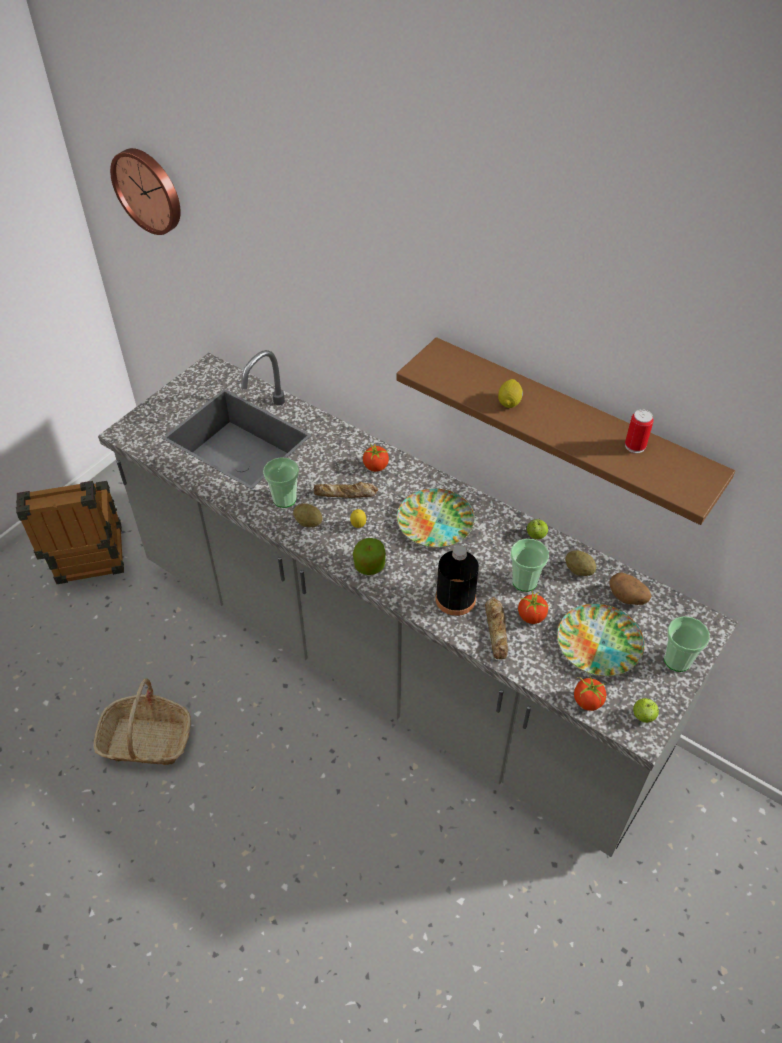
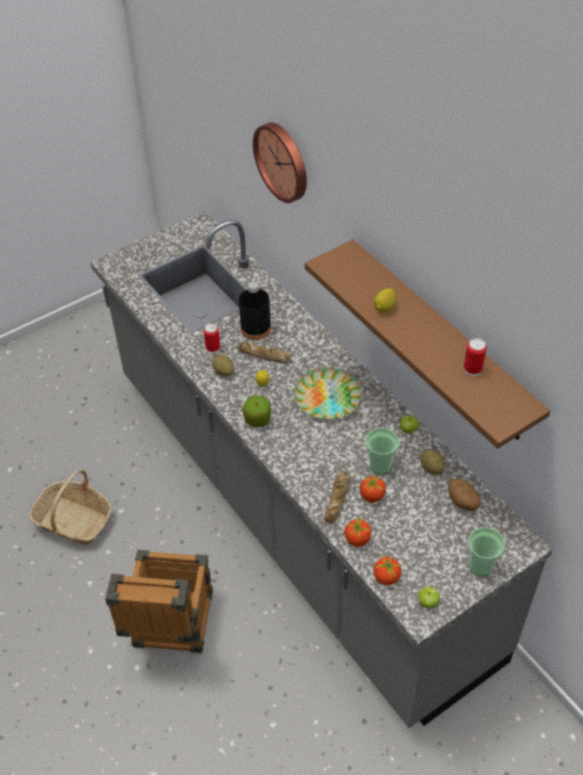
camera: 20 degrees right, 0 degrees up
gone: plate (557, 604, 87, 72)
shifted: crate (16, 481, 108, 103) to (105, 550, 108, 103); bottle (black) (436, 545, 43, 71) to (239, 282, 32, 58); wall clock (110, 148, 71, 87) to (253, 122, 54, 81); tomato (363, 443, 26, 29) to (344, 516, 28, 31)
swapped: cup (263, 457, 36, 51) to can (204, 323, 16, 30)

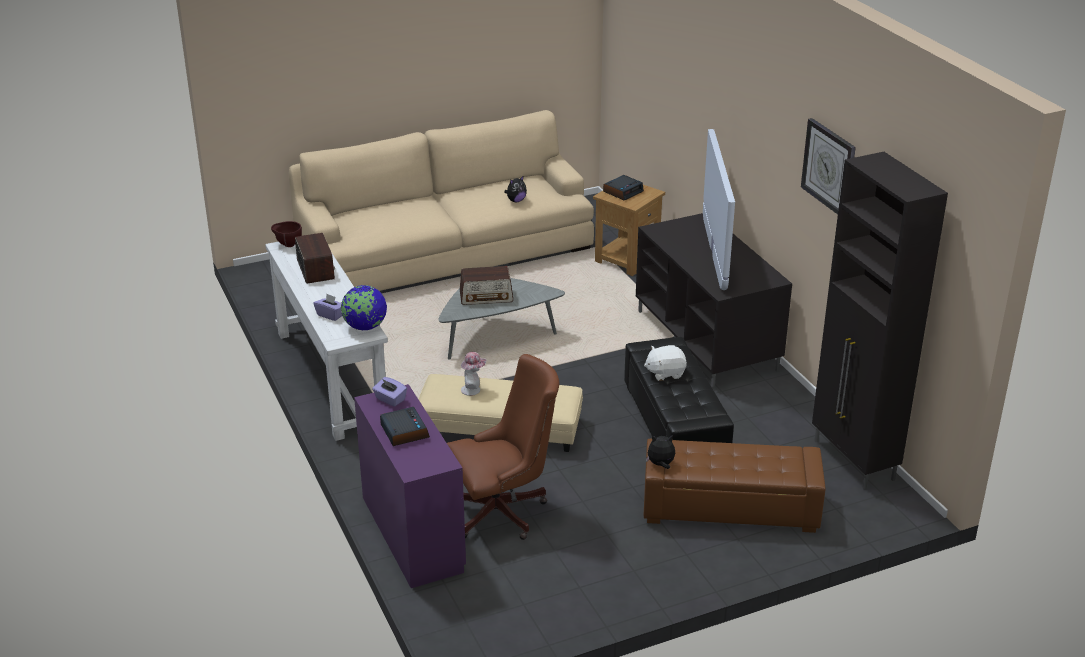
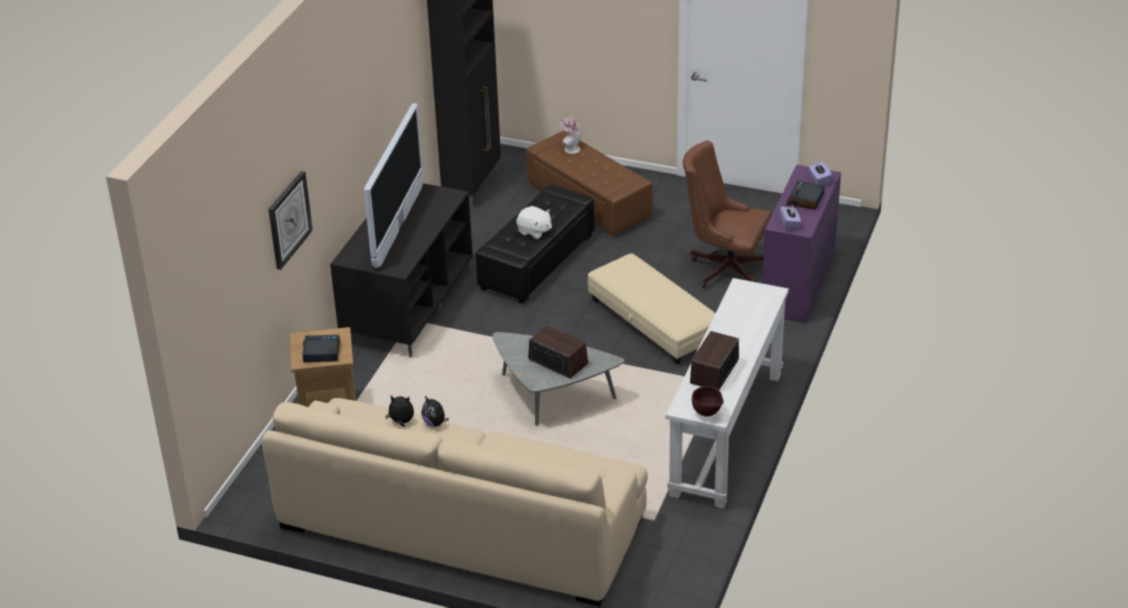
camera: 135 degrees left, 5 degrees up
gone: globe (341, 285, 46, 45)
shifted: wall clock (801, 118, 55, 96) to (268, 171, 45, 99); plush toy (646, 435, 29, 34) to (421, 396, 28, 31); hat (461, 352, 25, 44) to (559, 117, 22, 37); tissue box (purple) (314, 294, 28, 27) to (809, 162, 23, 23)
rotated: television (703, 129, 32, 161) = (364, 103, 59, 165) 150 degrees clockwise

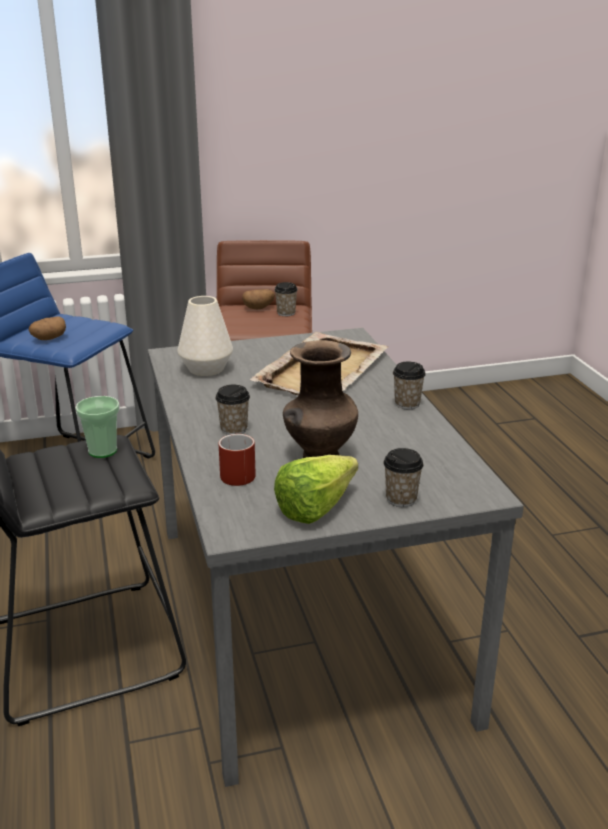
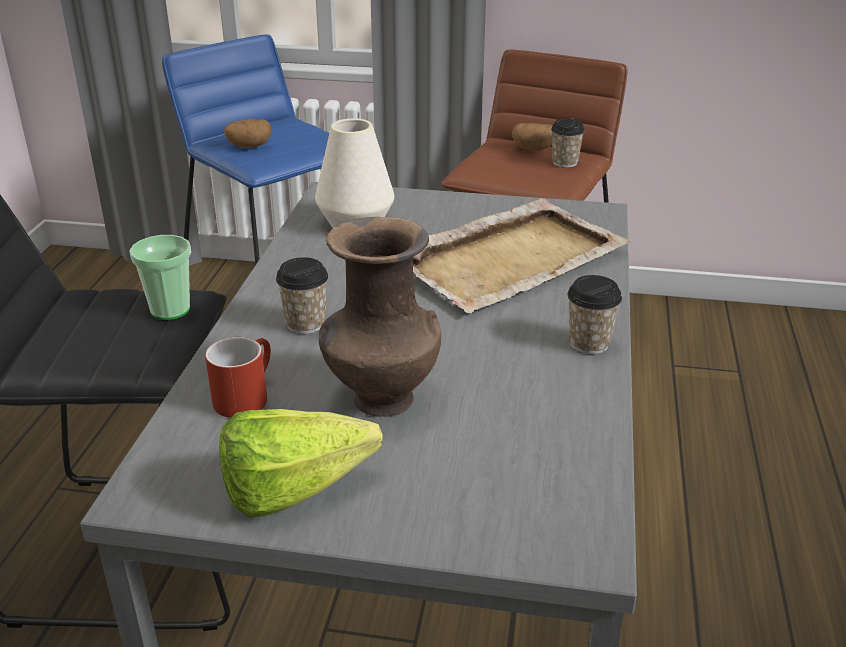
camera: 25 degrees right, 5 degrees up
gone: cup (384, 448, 40, 59)

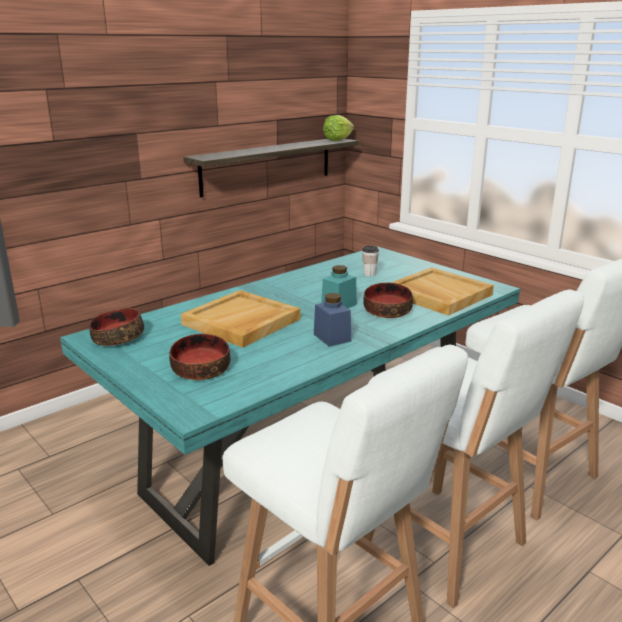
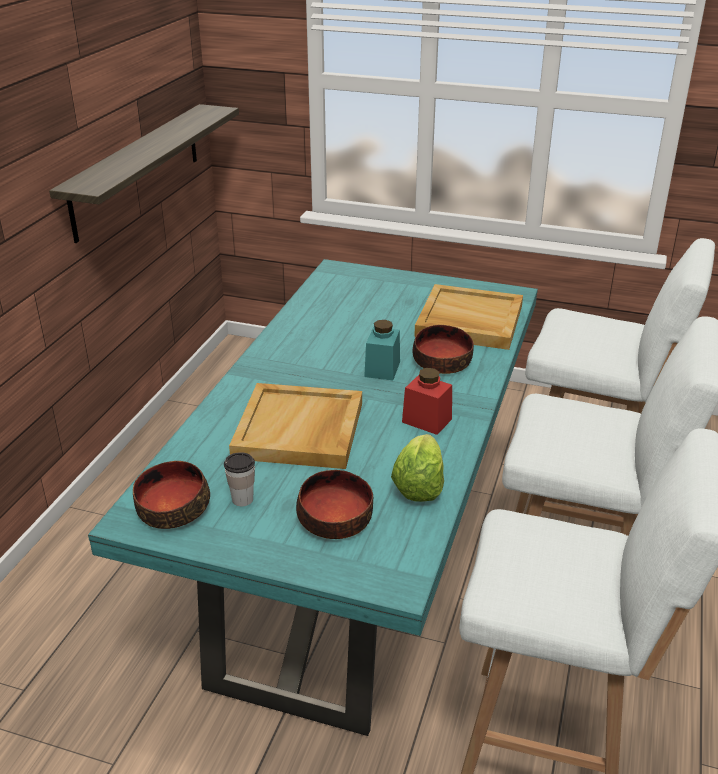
camera: 30 degrees left, 10 degrees up
shifted: cup (362, 246, 17, 30) to (224, 452, 31, 54); lettuce (323, 115, 31, 26) to (391, 434, 53, 68)
repainted: jar (blue) (314, 293, 37, 54) to jar (red) (402, 368, 50, 67)

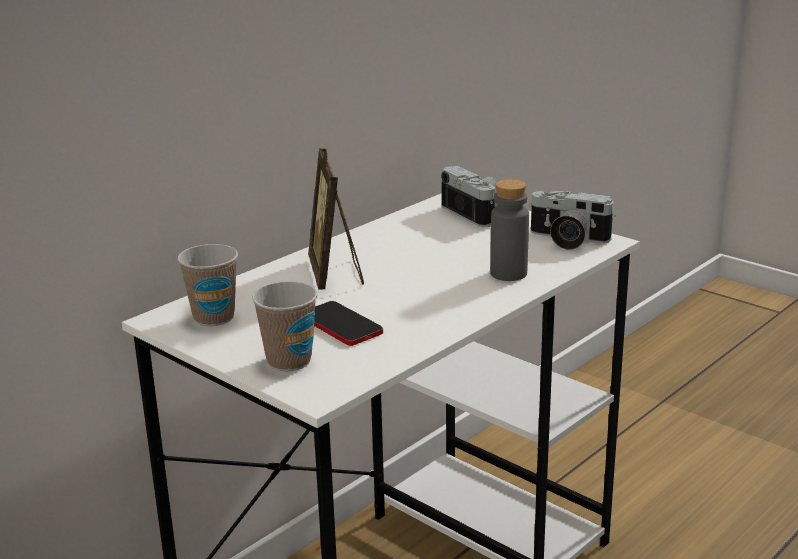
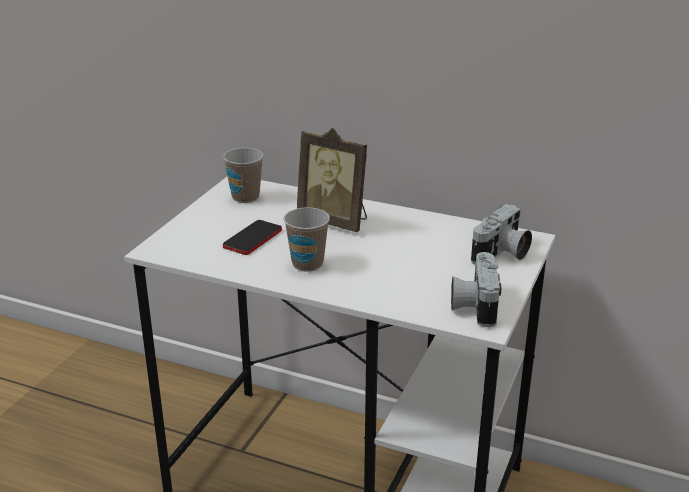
camera: 70 degrees right, 5 degrees up
gone: bottle (grey) (490, 179, 39, 102)
shifted: cup (252, 281, 65, 90) to (284, 207, 46, 65)
rotated: picture frame (308, 148, 56, 142) = (297, 128, 70, 104) 120 degrees counterclockwise

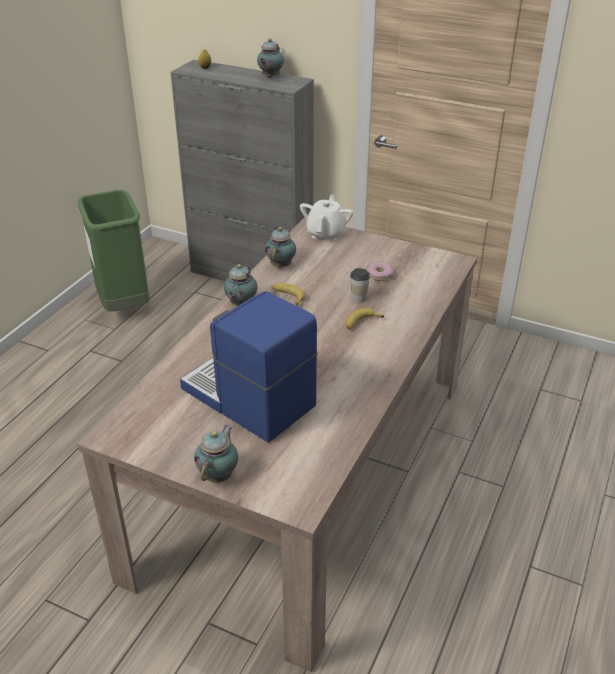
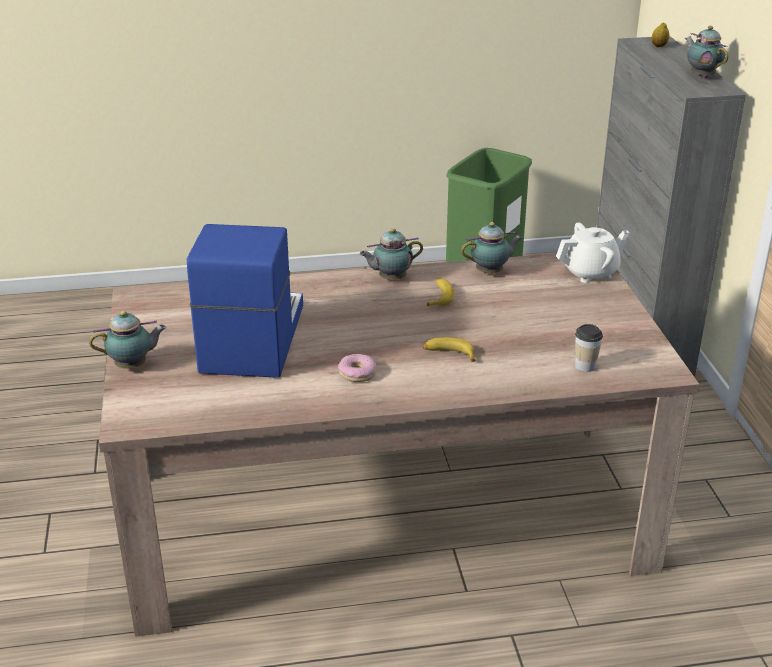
camera: 55 degrees right, 5 degrees down
shifted: donut (367, 262, 27, 19) to (338, 354, 38, 28); cup (350, 268, 20, 35) to (575, 324, 28, 48)
rotated: teapot (257, 38, 27, 40) = (685, 26, 43, 52) 75 degrees clockwise

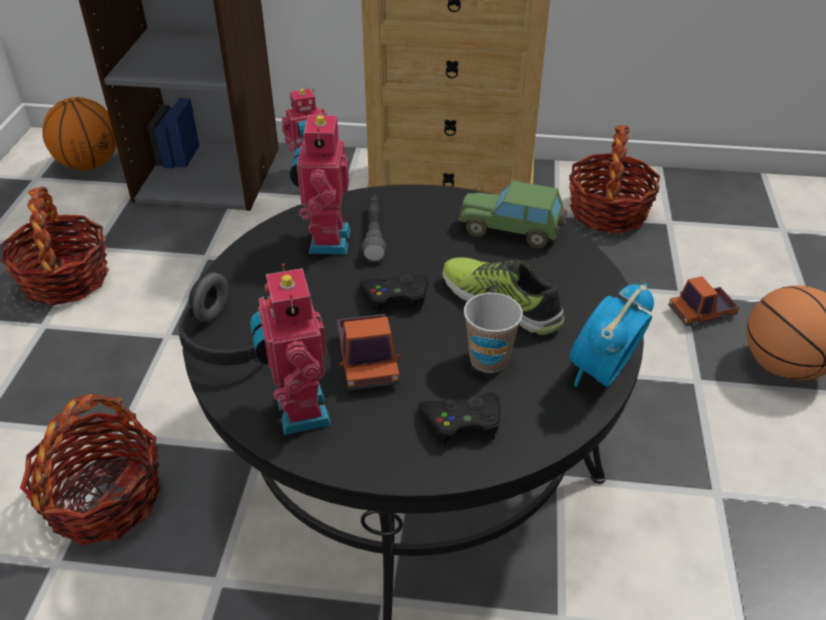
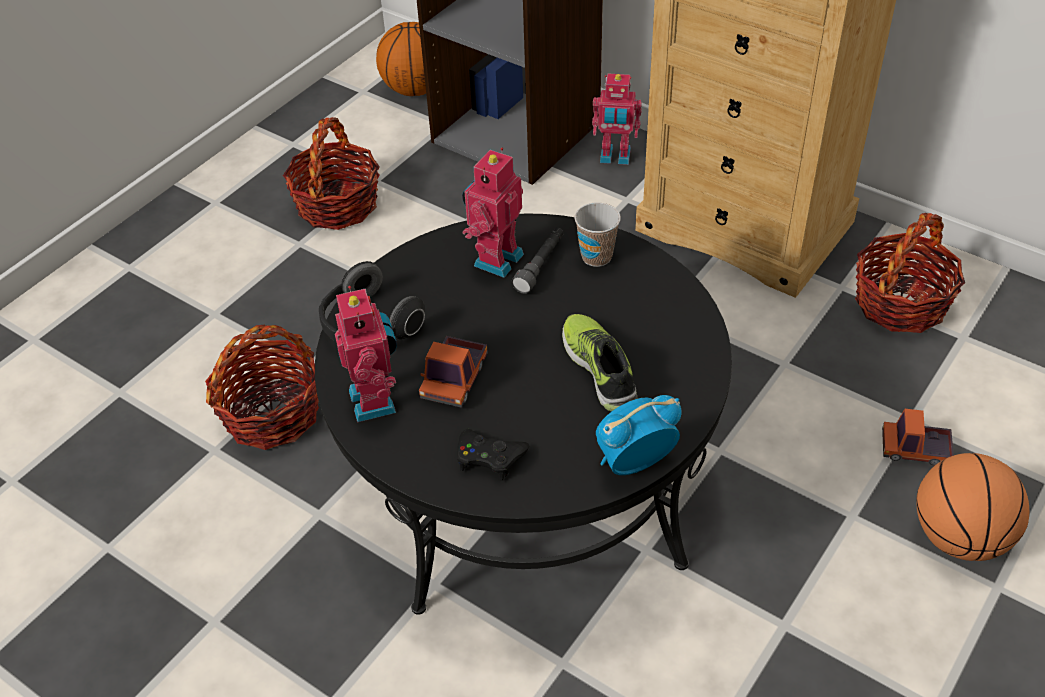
camera: 30 degrees right, 5 degrees up
gone: game controller (black) (359, 274, 70, 40); toy car (458, 181, 109, 67)
shifted: cup (464, 293, 59, 80) to (574, 202, 47, 65)
rotated: toy robot (250, 263, 81, 172) = (335, 286, 62, 136) 150 degrees clockwise

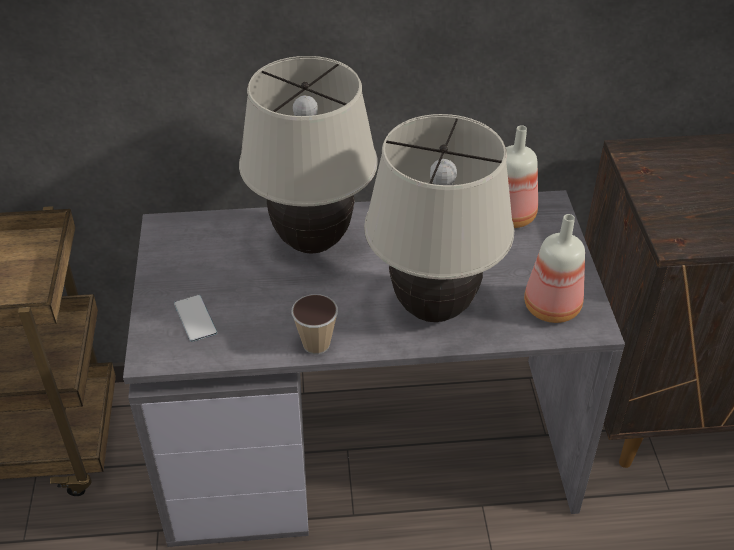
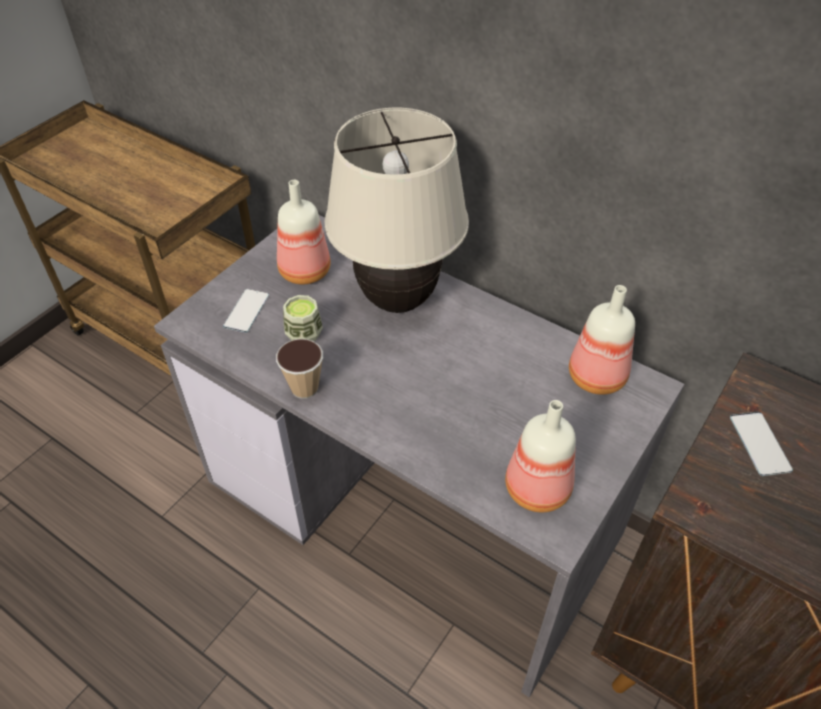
camera: 40 degrees right, 5 degrees up
gone: table lamp (beige) (364, 114, 150, 208)
new: bottle (277, 180, 54, 104); cup (283, 295, 40, 47); phone (730, 412, 63, 64)

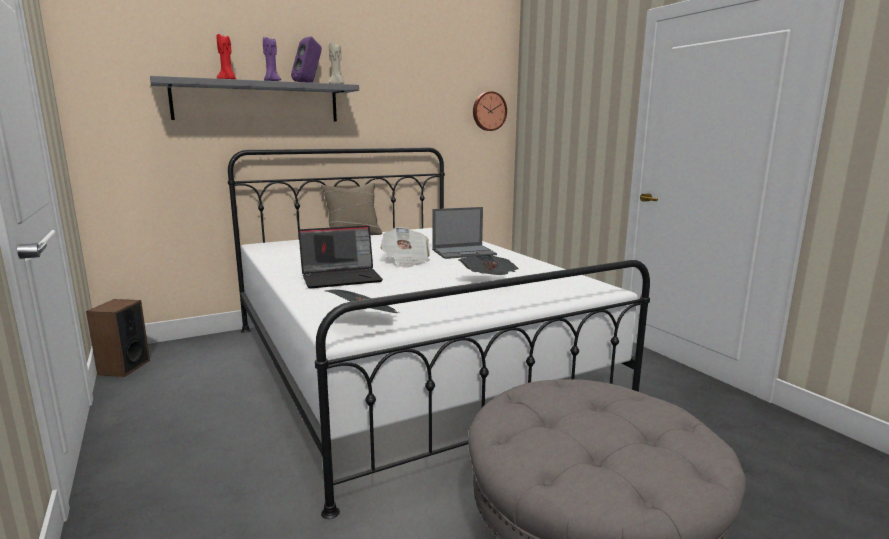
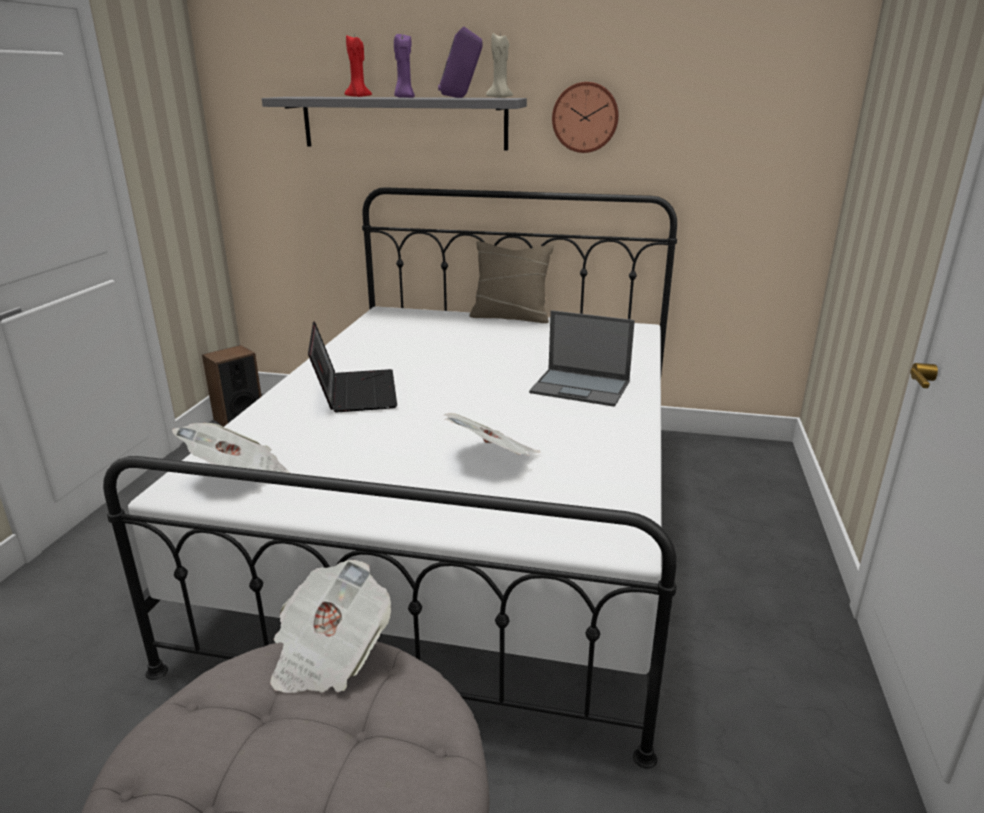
camera: 40 degrees right, 10 degrees up
shifted: newspaper (380, 227, 50, 41) to (270, 560, 121, 133); wall clock (473, 91, 34, 40) to (552, 82, 67, 71)
rotated: laptop (298, 226, 85, 63) = (308, 321, 89, 91) 120 degrees counterclockwise

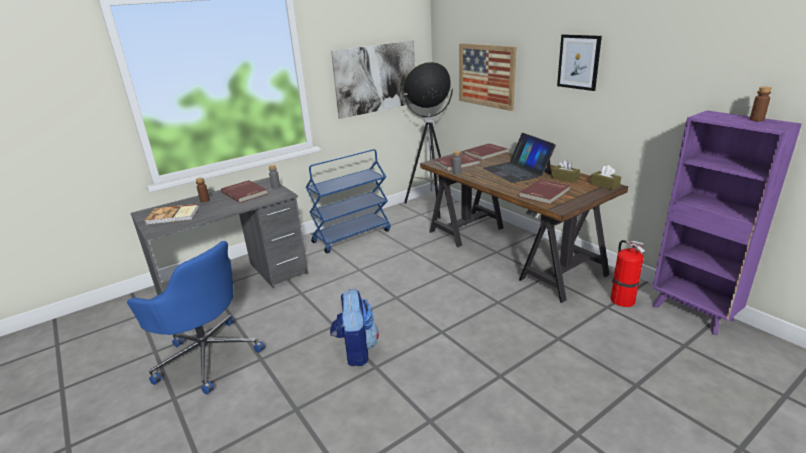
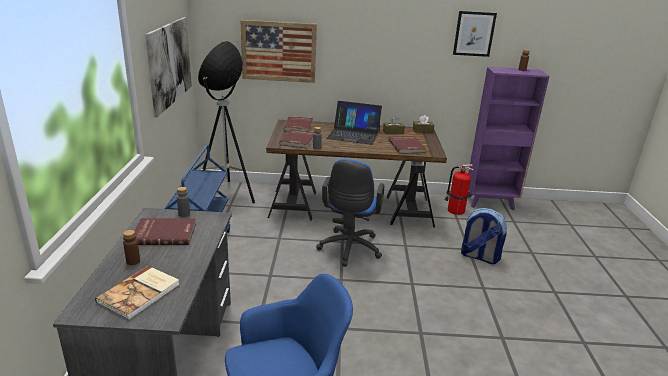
camera: 55 degrees left, 0 degrees up
new: office chair (blue) (316, 159, 68, 108)
shifted: picture (557, 34, 45, 57) to (453, 11, 44, 46); backpack (330, 289, 49, 77) to (461, 208, 46, 56)

